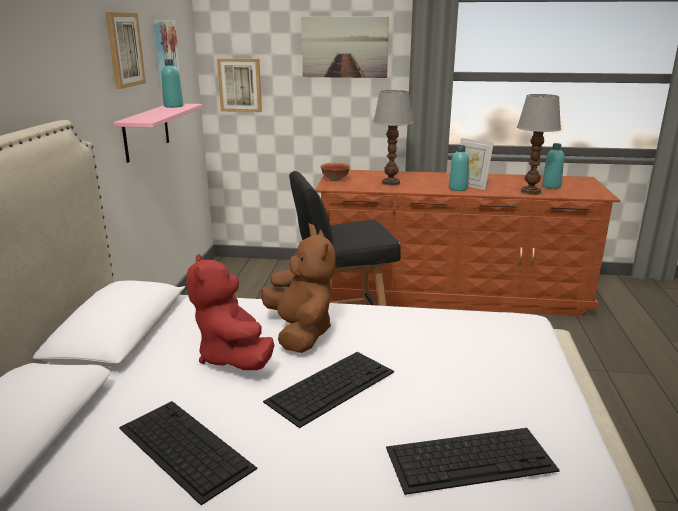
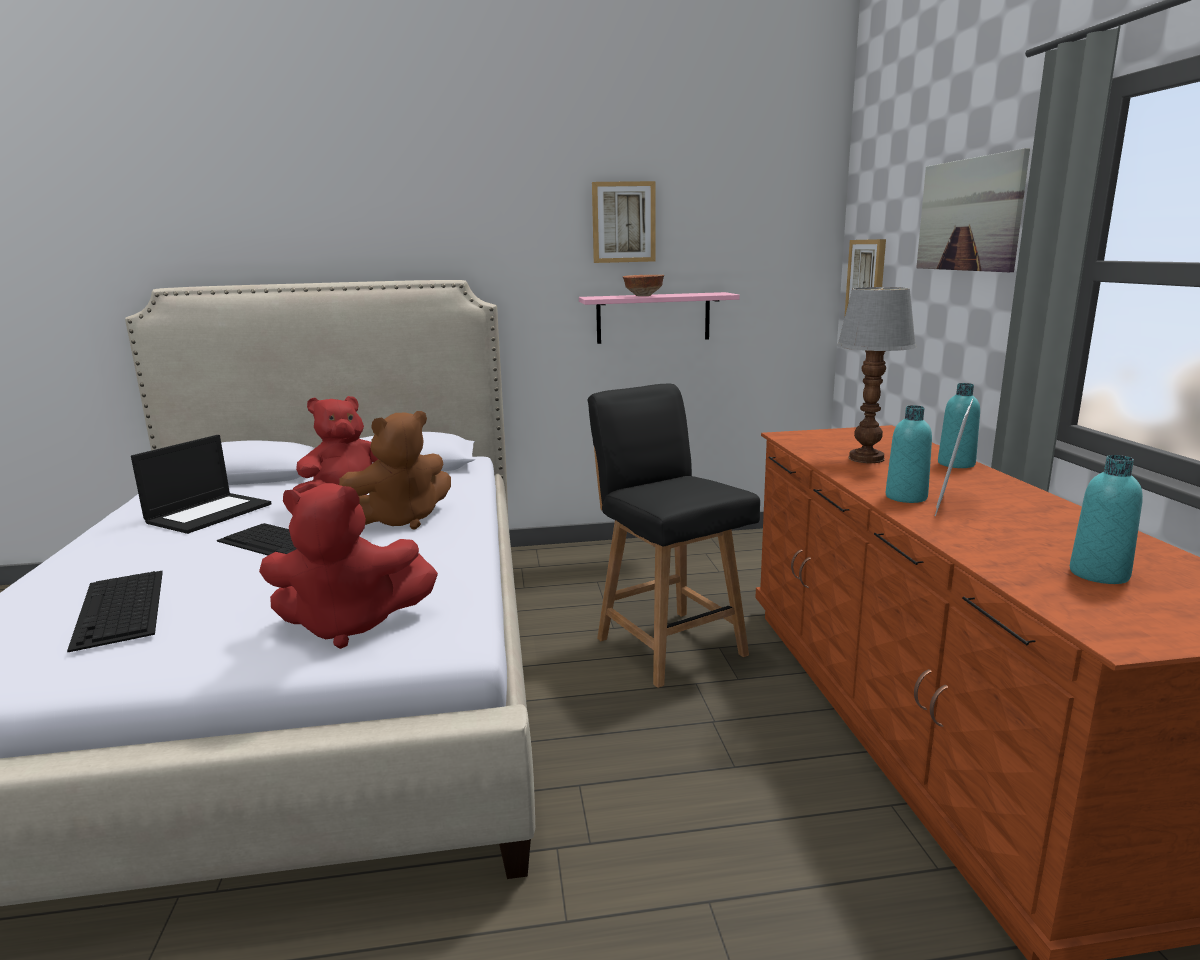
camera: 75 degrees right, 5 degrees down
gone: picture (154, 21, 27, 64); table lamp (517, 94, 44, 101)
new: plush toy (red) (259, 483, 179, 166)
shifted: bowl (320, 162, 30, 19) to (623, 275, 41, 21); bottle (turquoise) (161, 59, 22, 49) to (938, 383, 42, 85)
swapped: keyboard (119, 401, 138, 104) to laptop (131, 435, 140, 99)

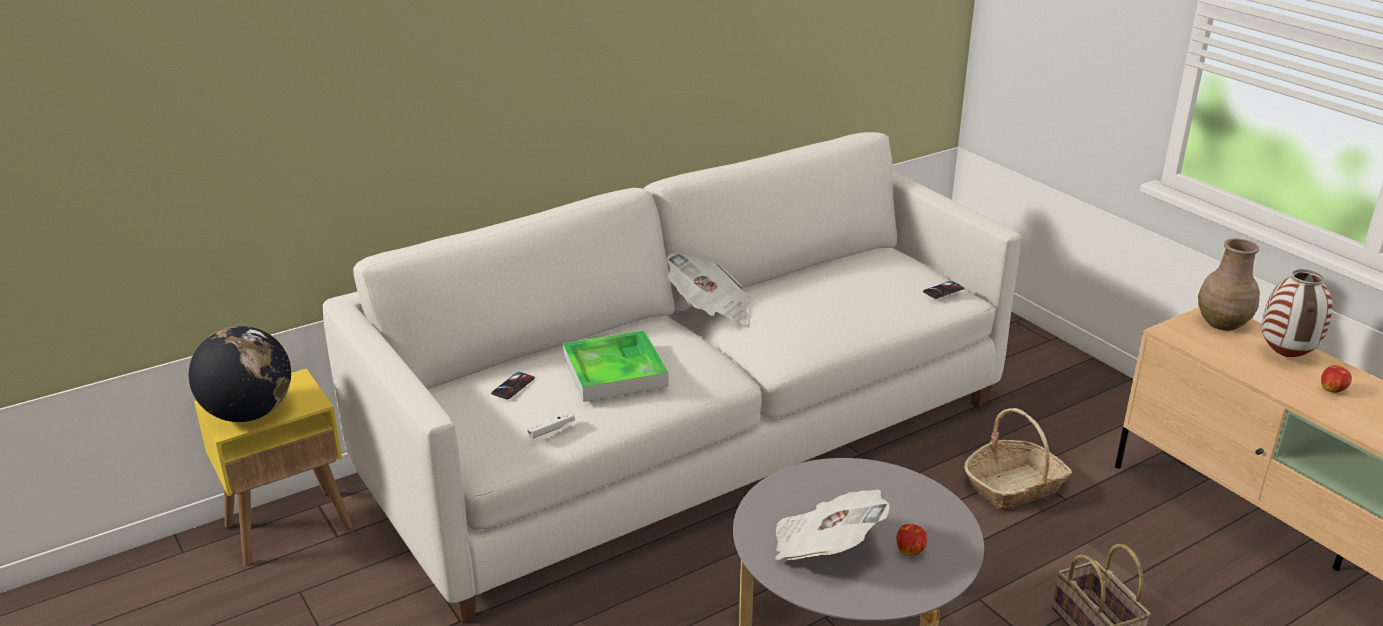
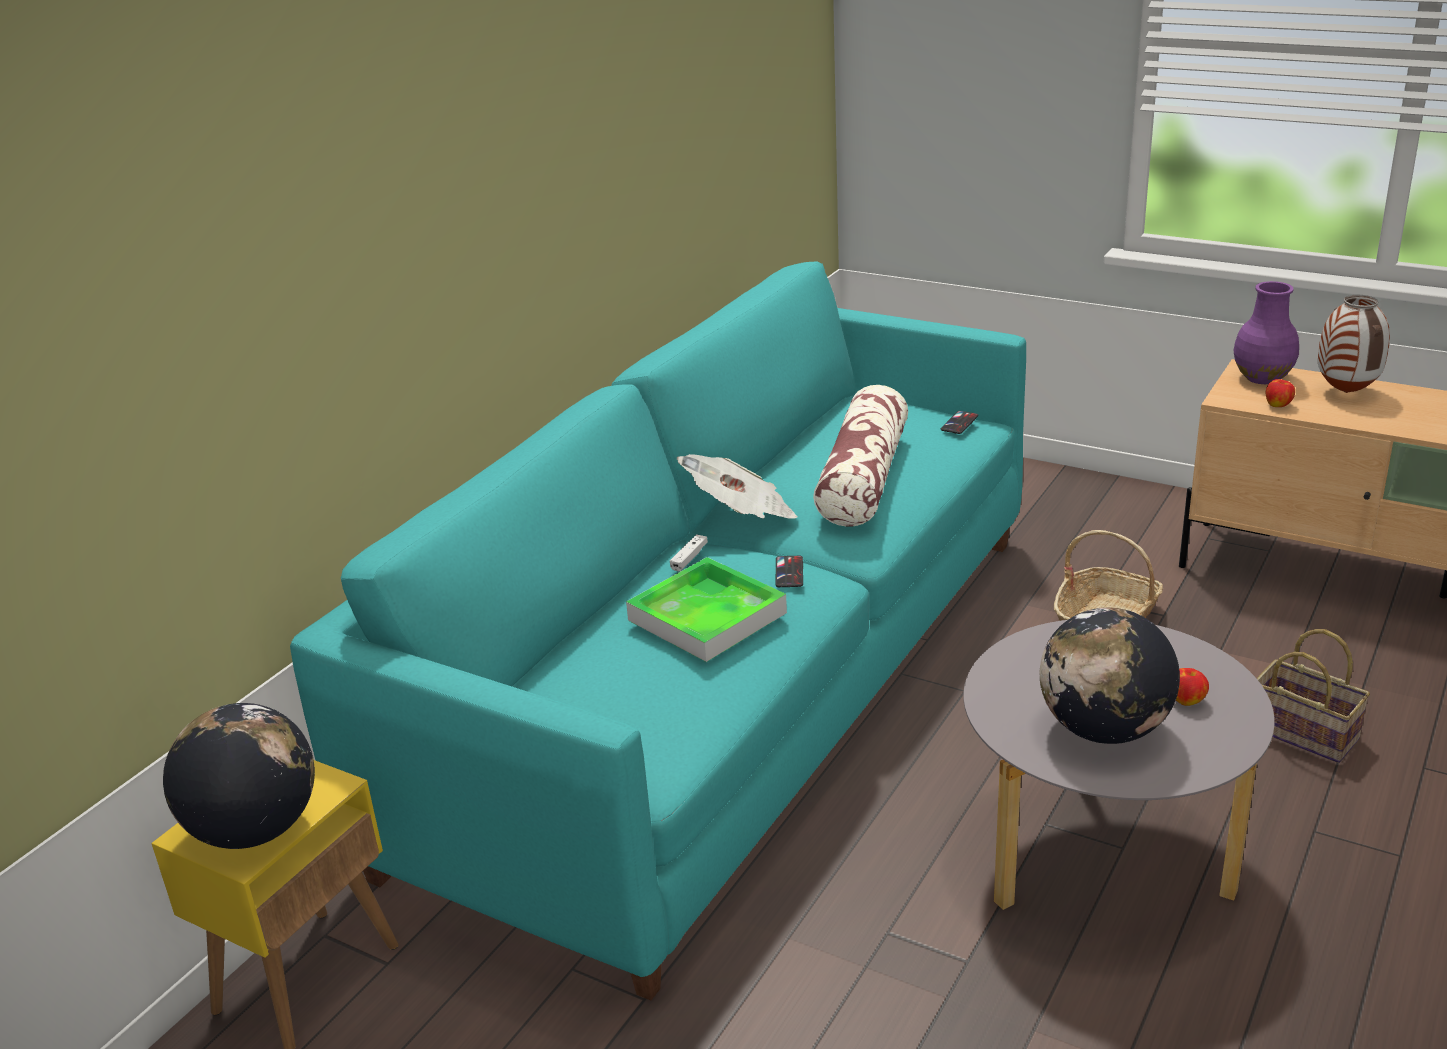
camera: 25 degrees left, 0 degrees up
new: pillow (813, 385, 95, 142)
shifted: game controller (white) (527, 411, 48, 28) to (670, 534, 38, 37); phone (491, 372, 44, 27) to (775, 556, 28, 31); apple (1321, 365, 31, 28) to (1266, 379, 29, 28)
swapped: newspaper (775, 490, 115, 70) to globe (1040, 608, 140, 136)
repainted: sofa (white) (323, 132, 698, 492) to sofa (turquoise) (290, 261, 736, 739); vase (brown) (1198, 238, 62, 93) to vase (purple) (1234, 281, 65, 103)

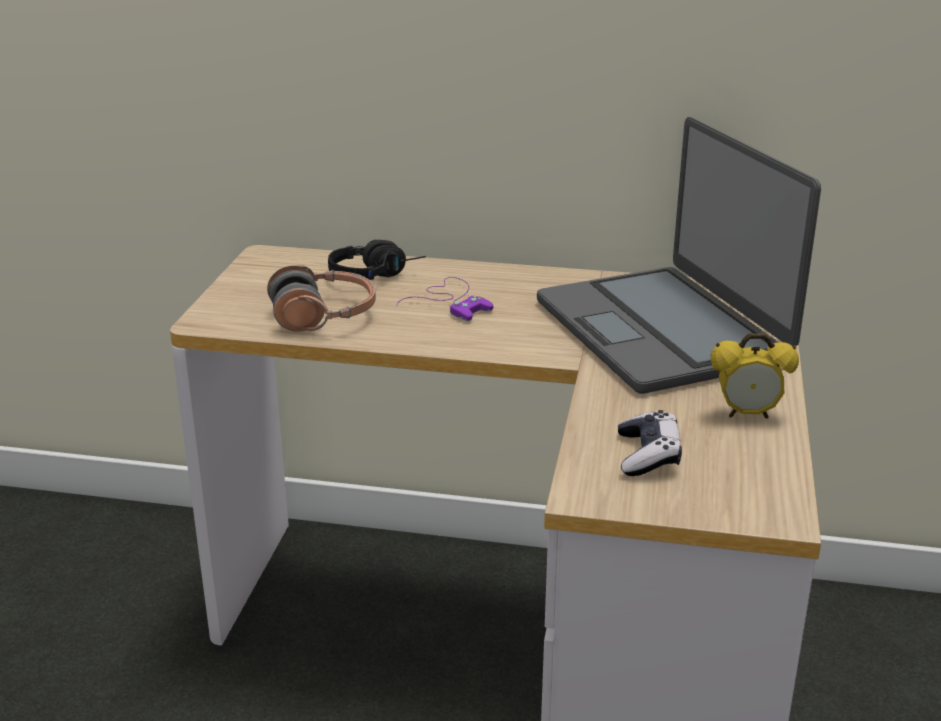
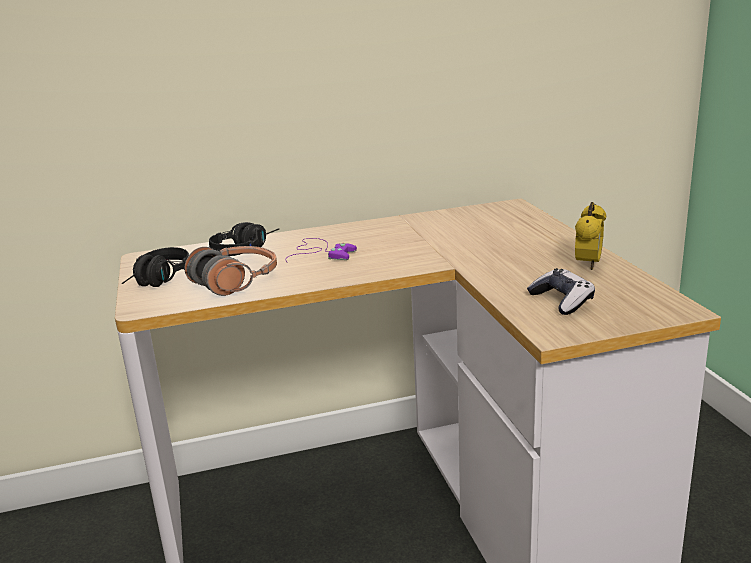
camera: 25 degrees left, 5 degrees down
gone: laptop (537, 117, 284, 277)
new: headphones (black) (122, 247, 67, 40)
rotated: alarm clock (710, 333, 89, 86) = (575, 202, 31, 68) 45 degrees counterclockwise

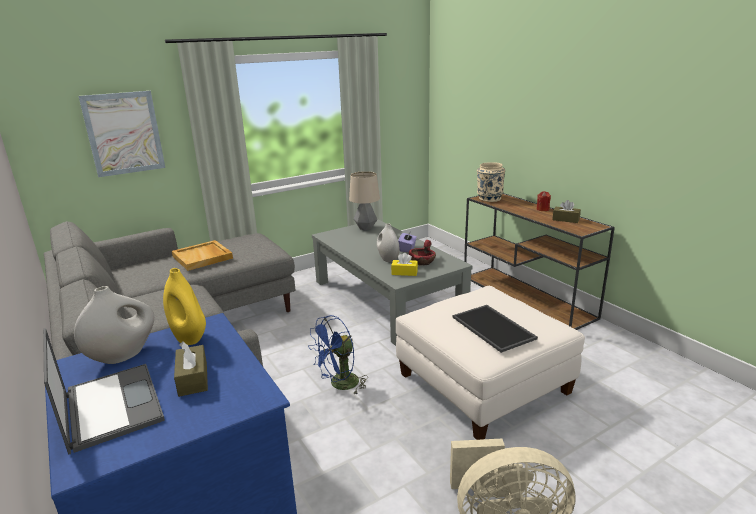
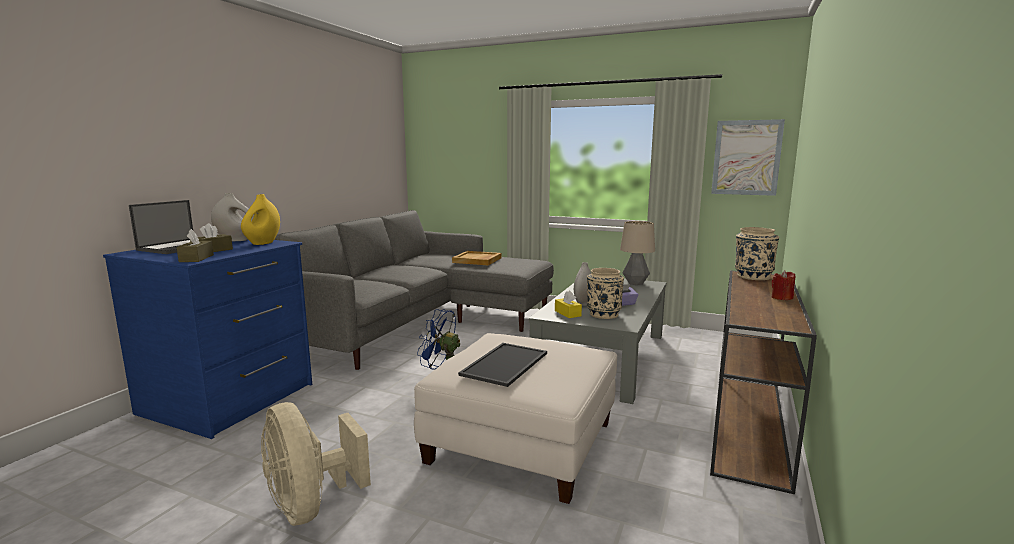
camera: 55 degrees right, 10 degrees down
shifted: tissue box (brown) (552, 200, 29, 23) to (177, 229, 37, 33); picture (79, 91, 86, 86) to (711, 119, 74, 77)
swapped: bowl (red) (409, 240, 27, 25) to vase (beige) (587, 268, 37, 51)

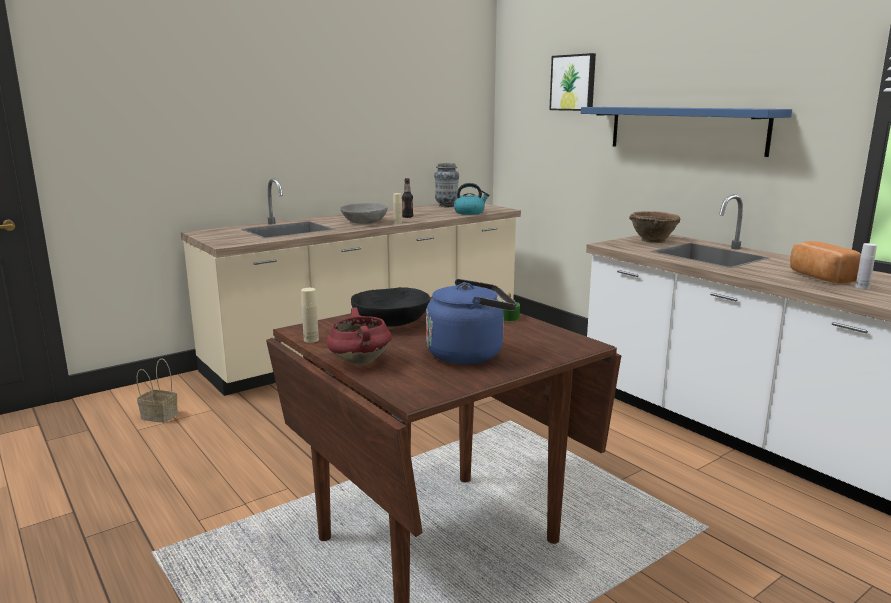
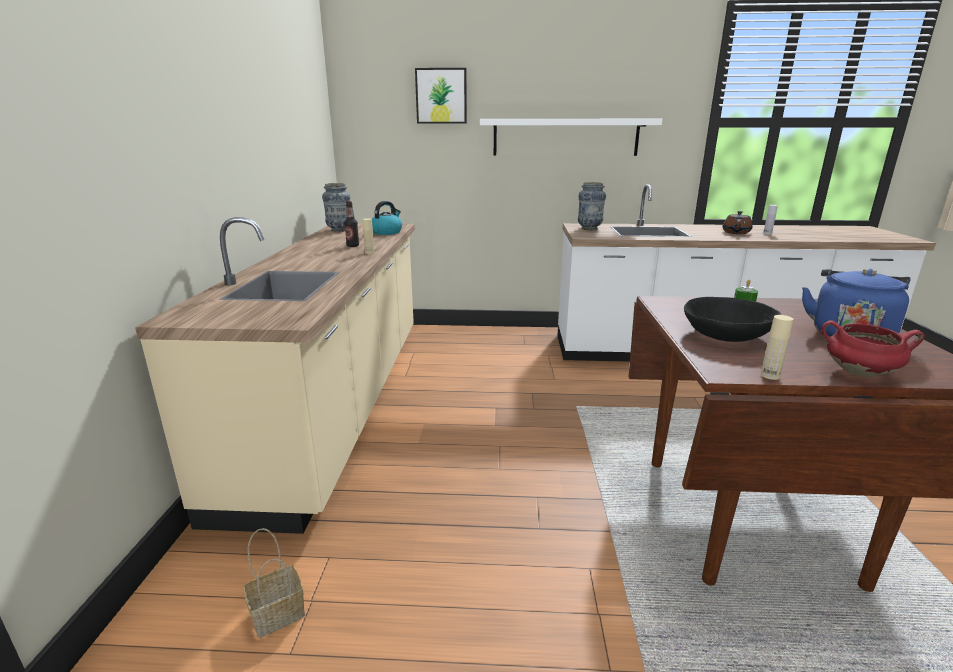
camera: 50 degrees left, 5 degrees up
gone: bowl (grey) (340, 203, 48, 21)
swapped: bowl (brown) (629, 211, 51, 32) to vase (578, 182, 28, 48); bread (790, 241, 71, 43) to teapot (brown) (722, 211, 31, 23)
repainted: shelf (blue) (581, 107, 211, 50) to shelf (white) (480, 119, 183, 37)

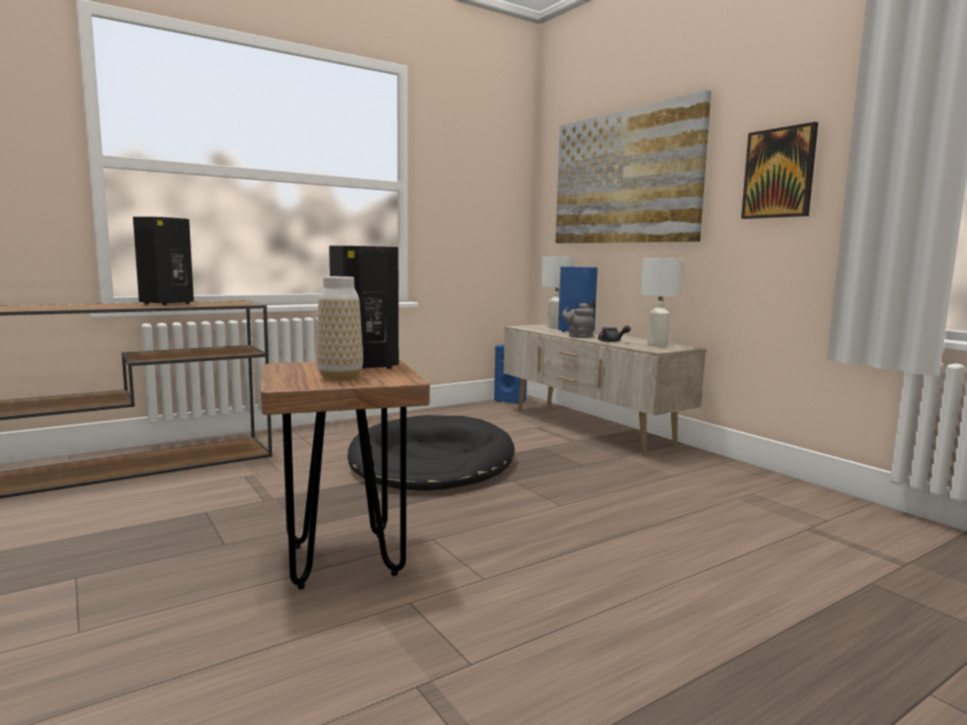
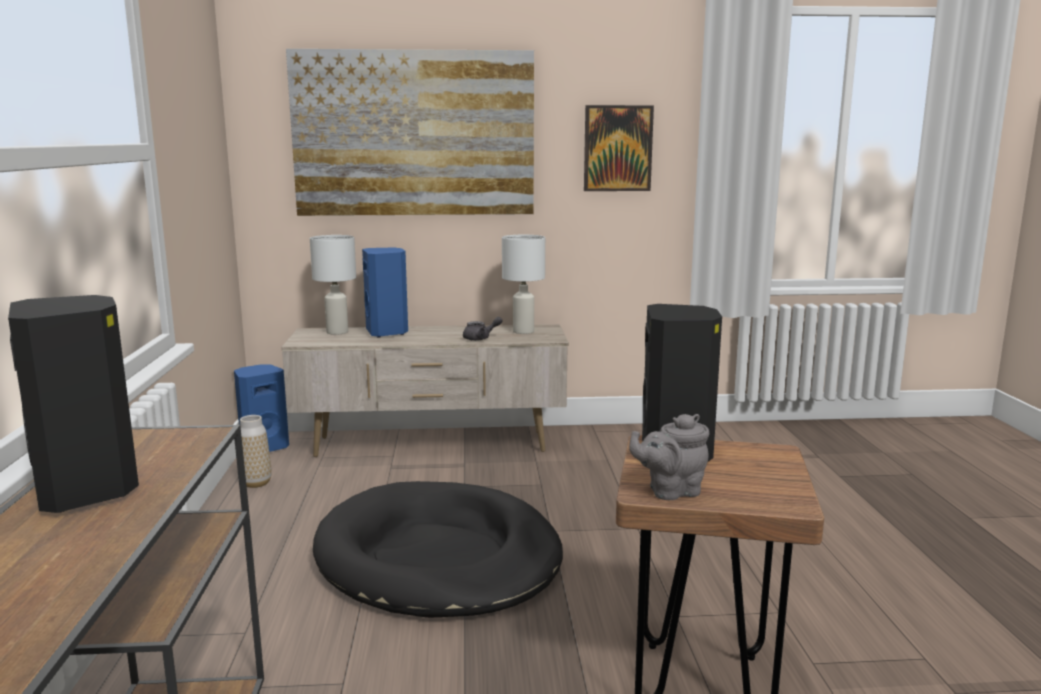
camera: 60 degrees left, 5 degrees up
shifted: vase (317, 276, 46, 105) to (240, 415, 32, 73); teapot (grey) (562, 303, 32, 35) to (629, 414, 80, 86)

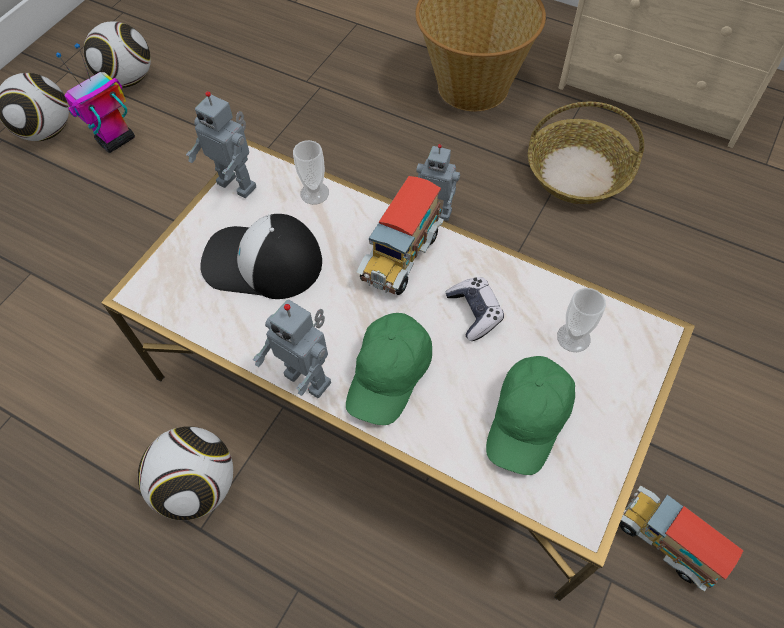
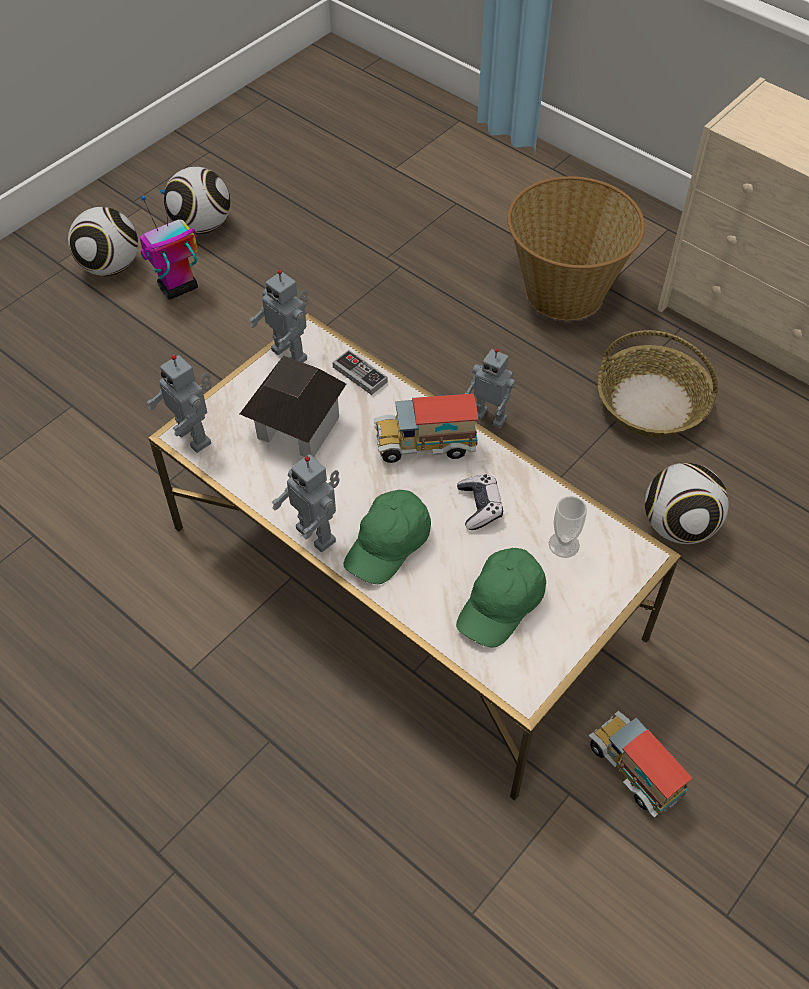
camera: 10 degrees right, 5 degrees down
new: toy robot (147, 355, 65, 98)
shifted: football (138, 427, 95, 93) to (645, 463, 84, 81)
swapped: cap (200, 214, 122, 85) to toy house (240, 356, 106, 101); cup (293, 140, 36, 65) to game controller (332, 350, 56, 45)
rotated: toy truck (356, 176, 88, 119) = (373, 393, 105, 70) 45 degrees clockwise

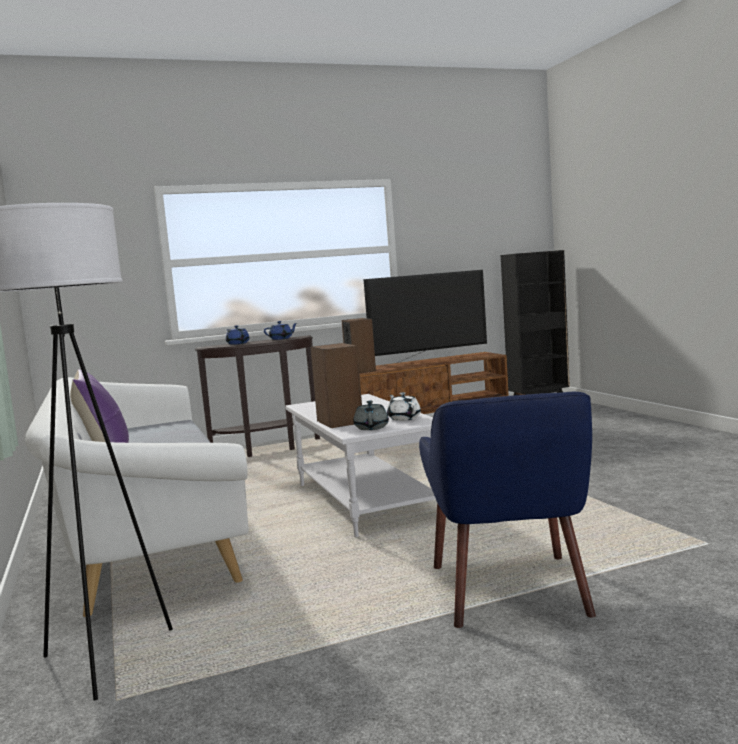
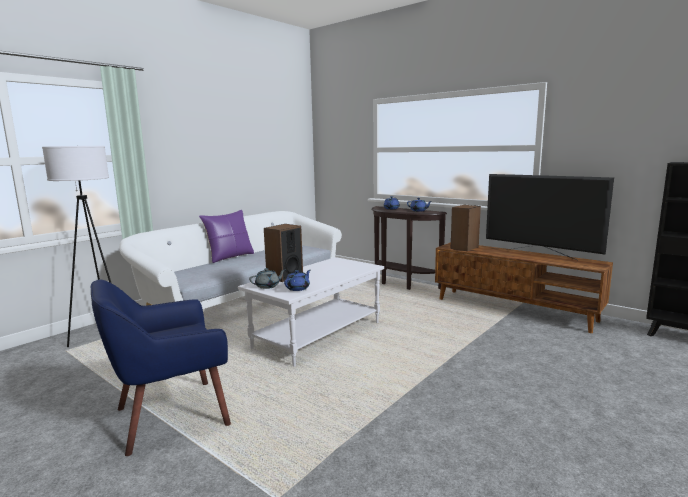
camera: 60 degrees right, 5 degrees up
repainted: teapot (white) (387, 392, 34, 29) to teapot (blue) (284, 270, 26, 21)

